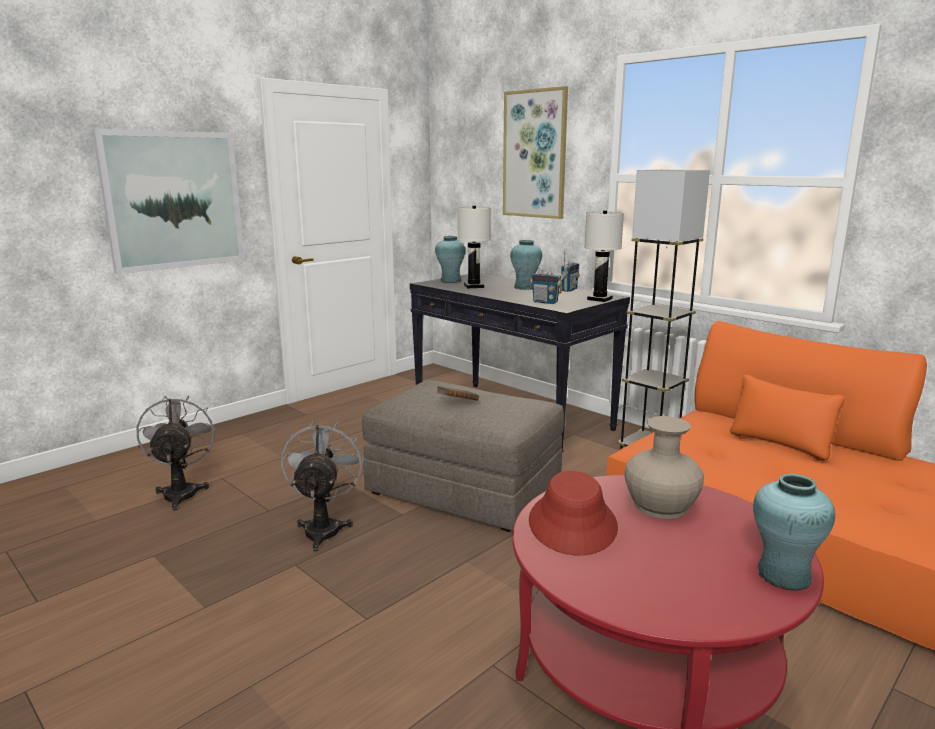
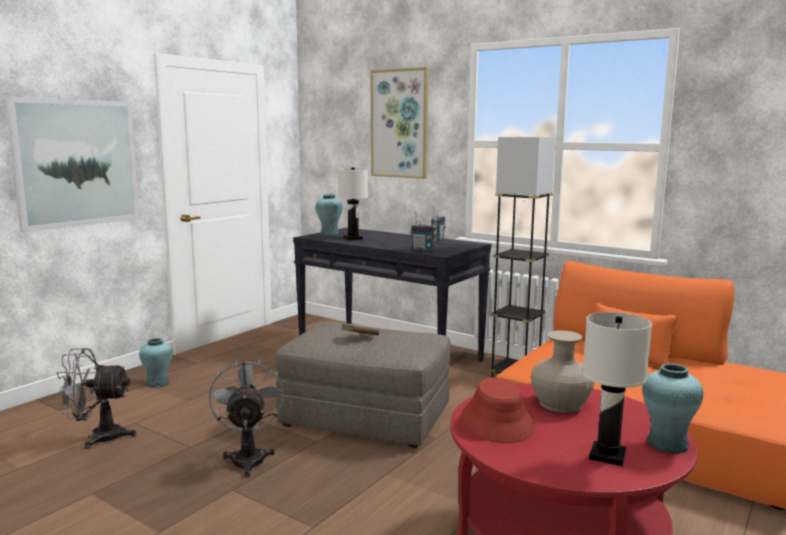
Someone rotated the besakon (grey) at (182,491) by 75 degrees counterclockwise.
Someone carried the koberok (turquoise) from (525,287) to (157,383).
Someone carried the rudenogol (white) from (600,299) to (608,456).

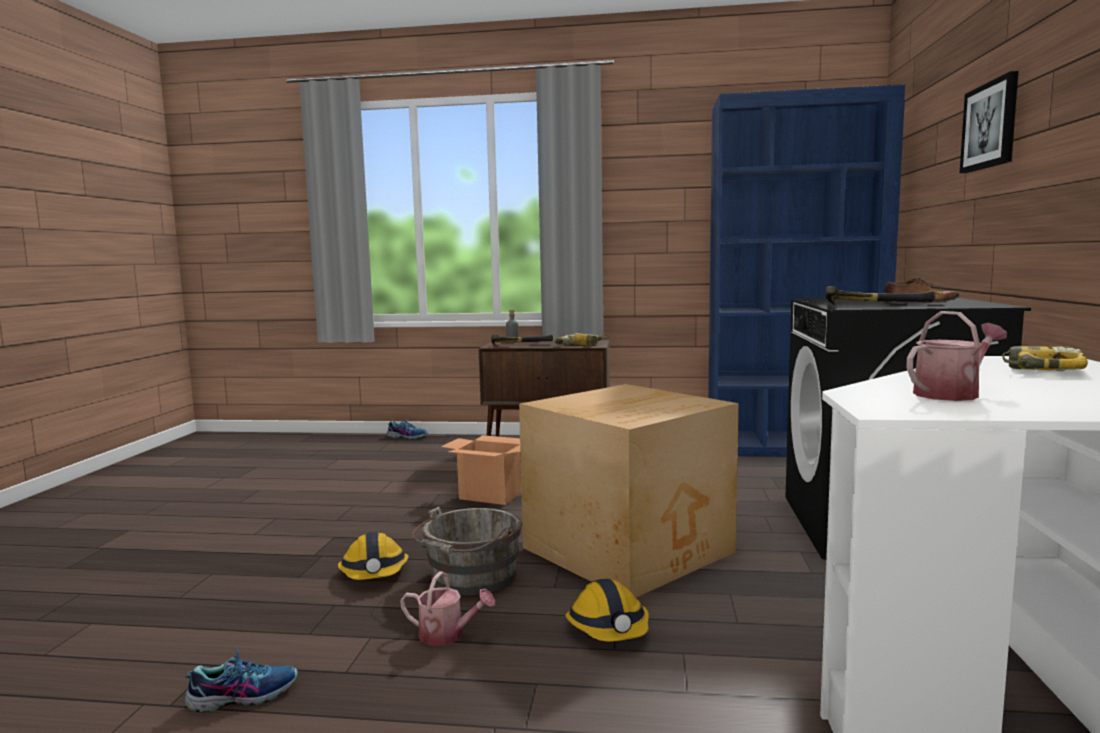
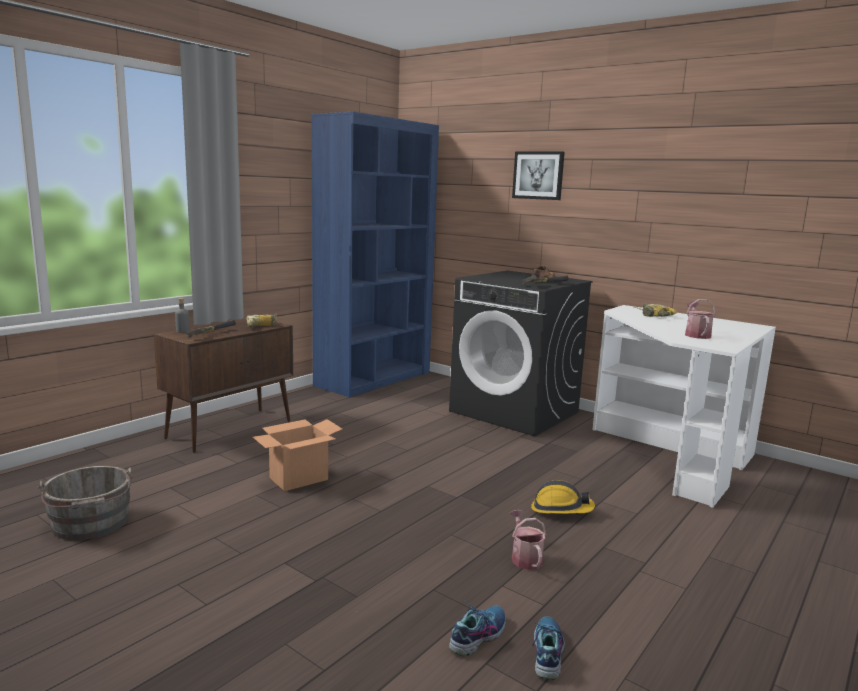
Someone carried the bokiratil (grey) from (470,578) to (91,524).
Someone carried the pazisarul from (407,436) to (477,635).
Someone rotated the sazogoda at (447,635) by 60 degrees counterclockwise.
Someone took away the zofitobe at (374,573).
Someone took away the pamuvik at (631,550).

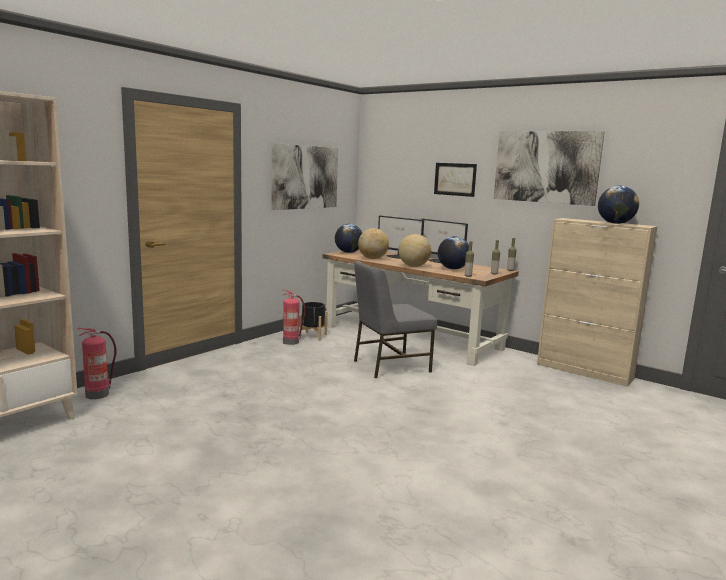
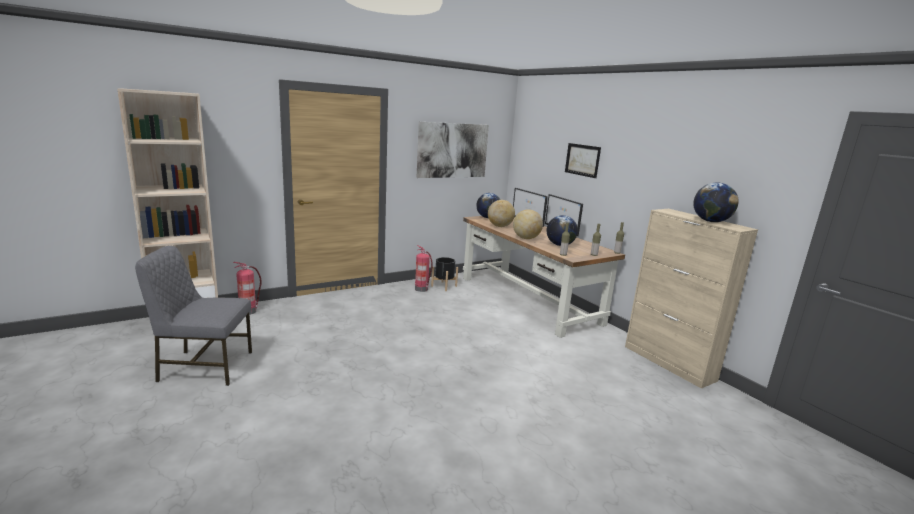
Someone carried the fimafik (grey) from (390,366) to (204,366).
Someone took away the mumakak at (545,167).

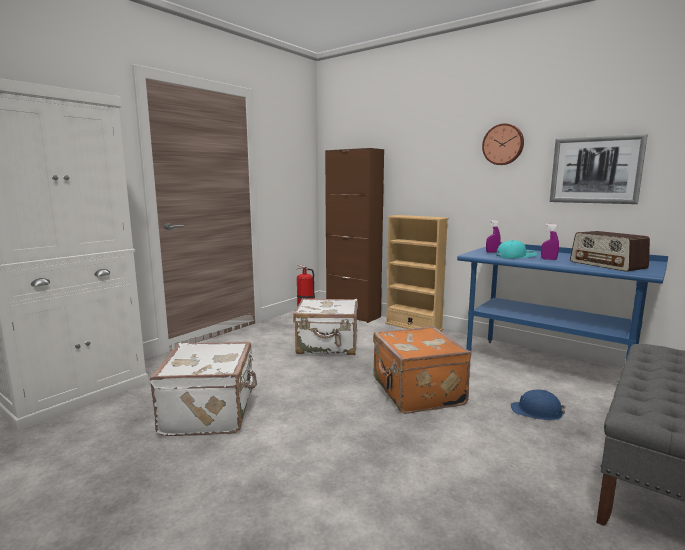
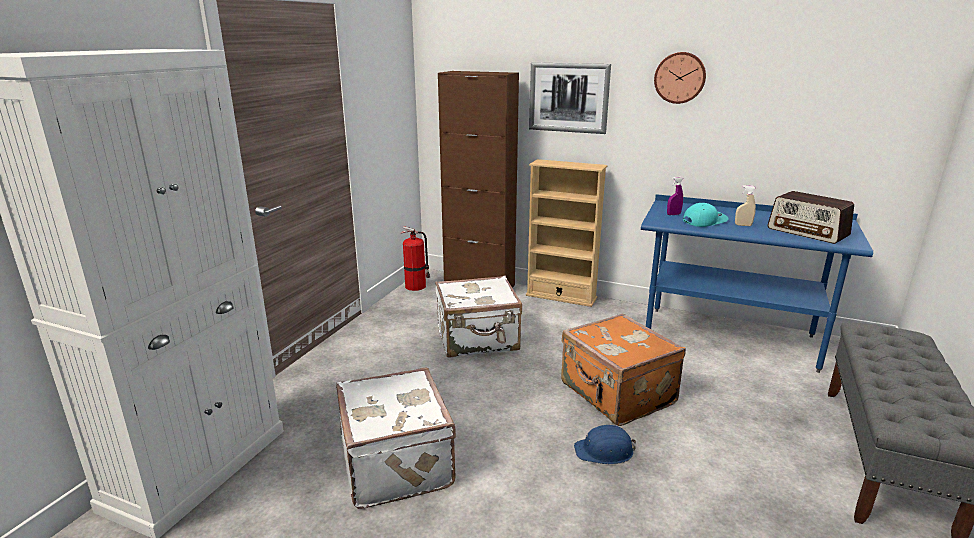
Someone carried the mumakak from (595,170) to (568,97).
Someone carried the zofitobe (blue) from (537,411) to (605,451).
Someone repainted the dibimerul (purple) at (548,259), which became the dibimerul (beige) at (743,225).

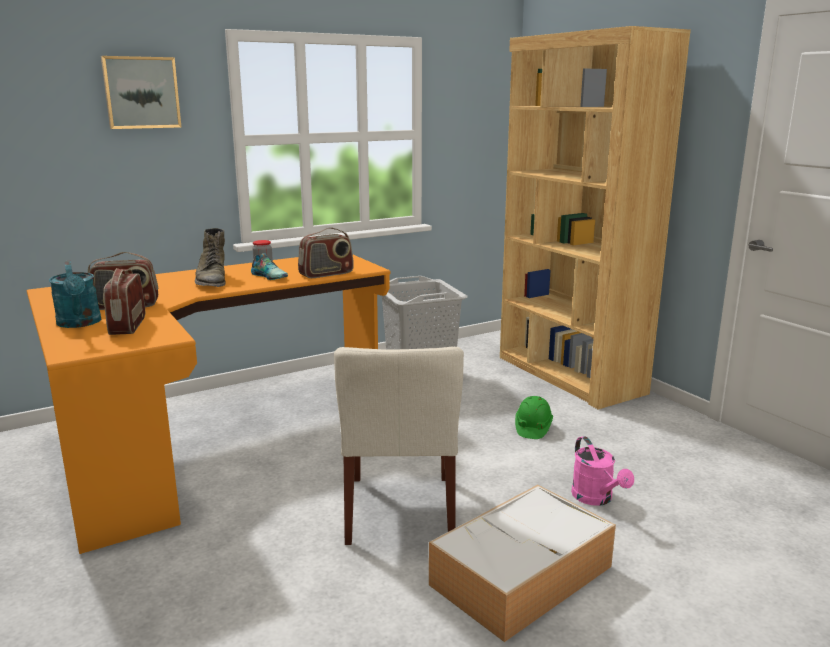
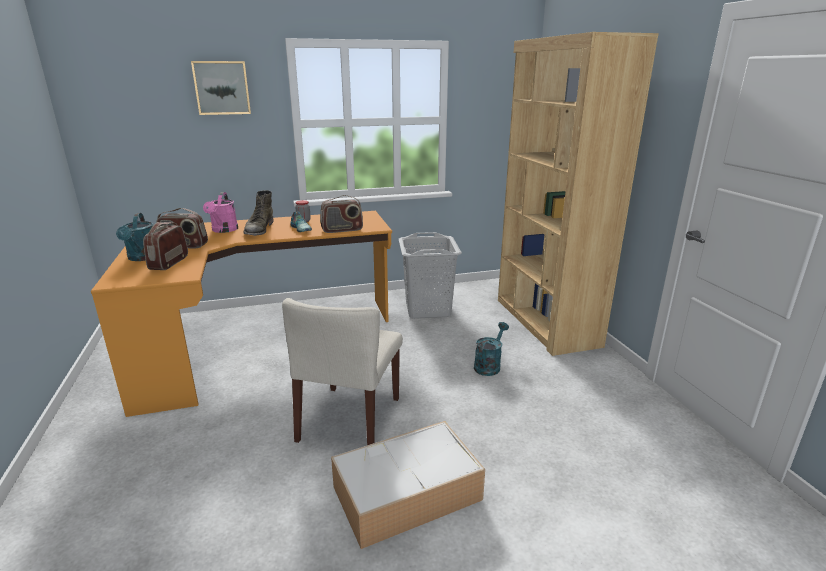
Someone carried the sazogoda (pink) from (596,499) to (223,230).
Someone swapped the zofitobe (green) at (532,428) for the sazogoda (turquoise) at (489,365).

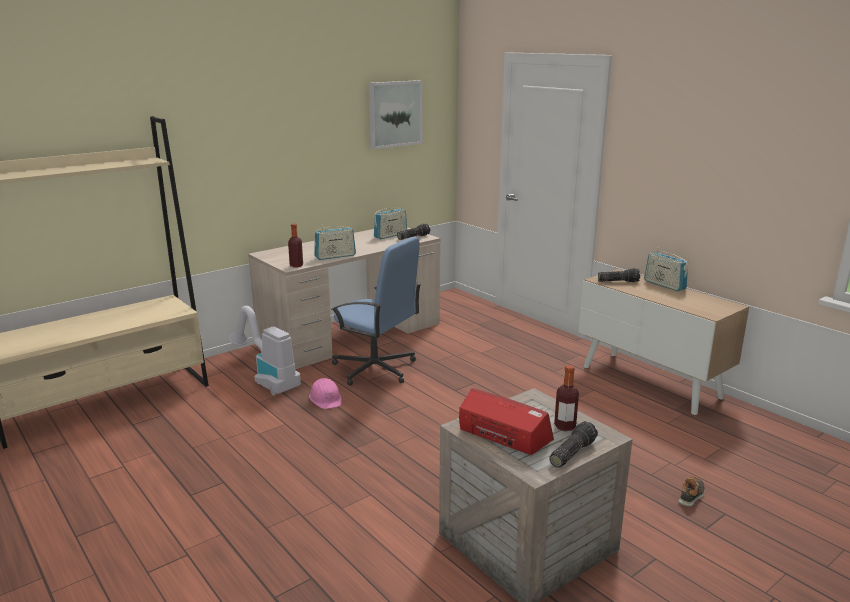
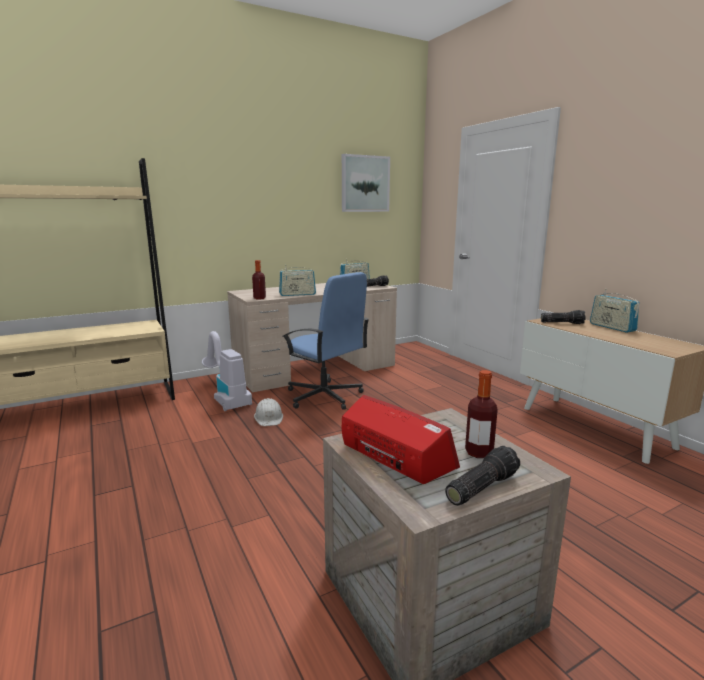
Someone repainted the zofitobe (pink) at (326,399), which became the zofitobe (white) at (269,417).
Someone took away the pazisarul at (691,496).

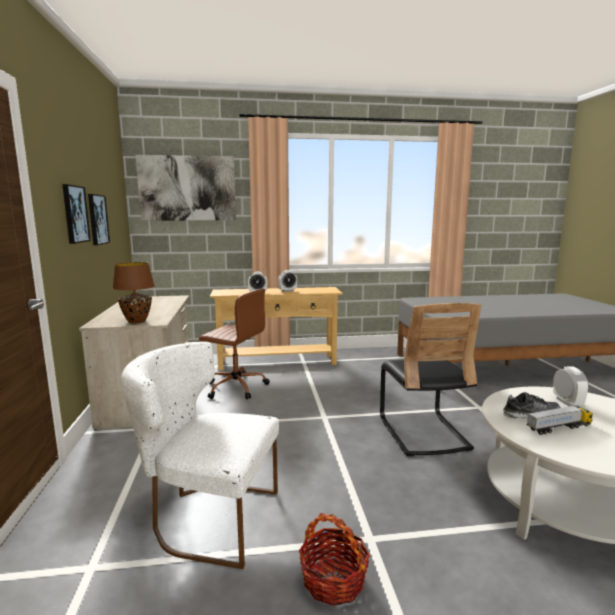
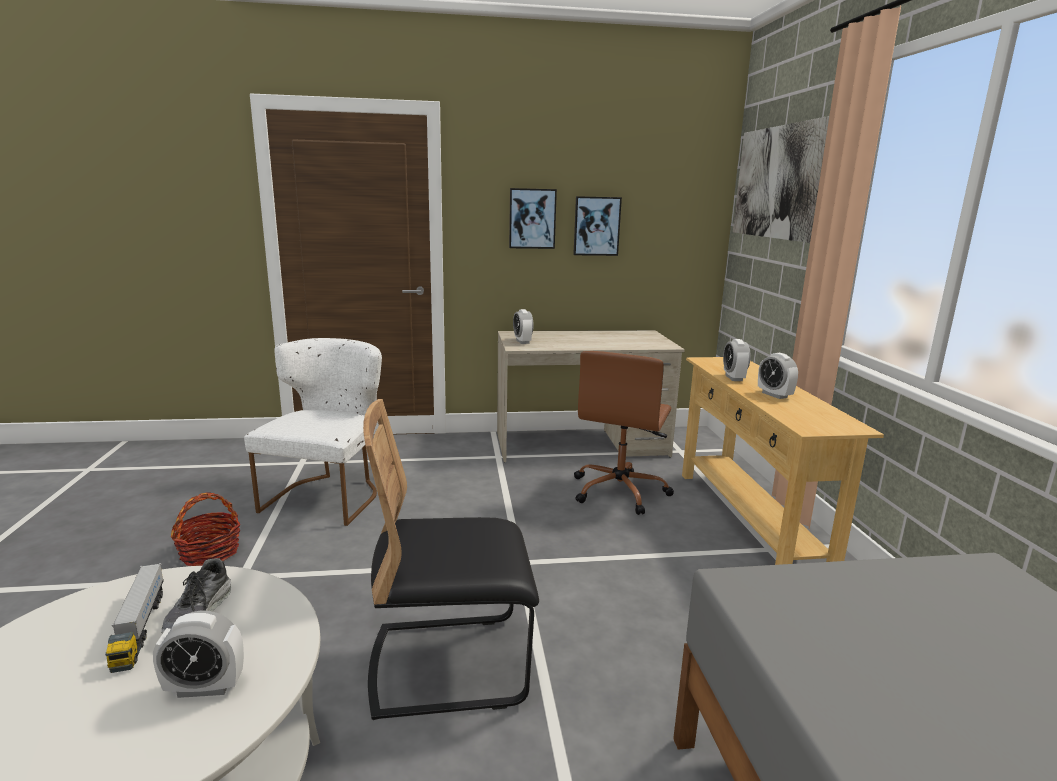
Someone swapped the rudenogol (brown) at (137,321) for the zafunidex at (522,342).

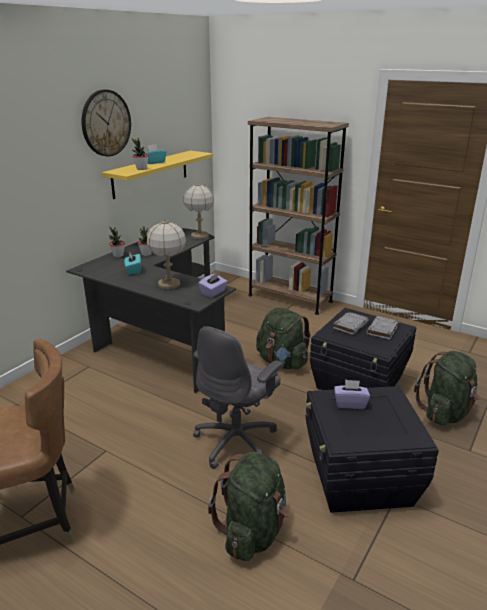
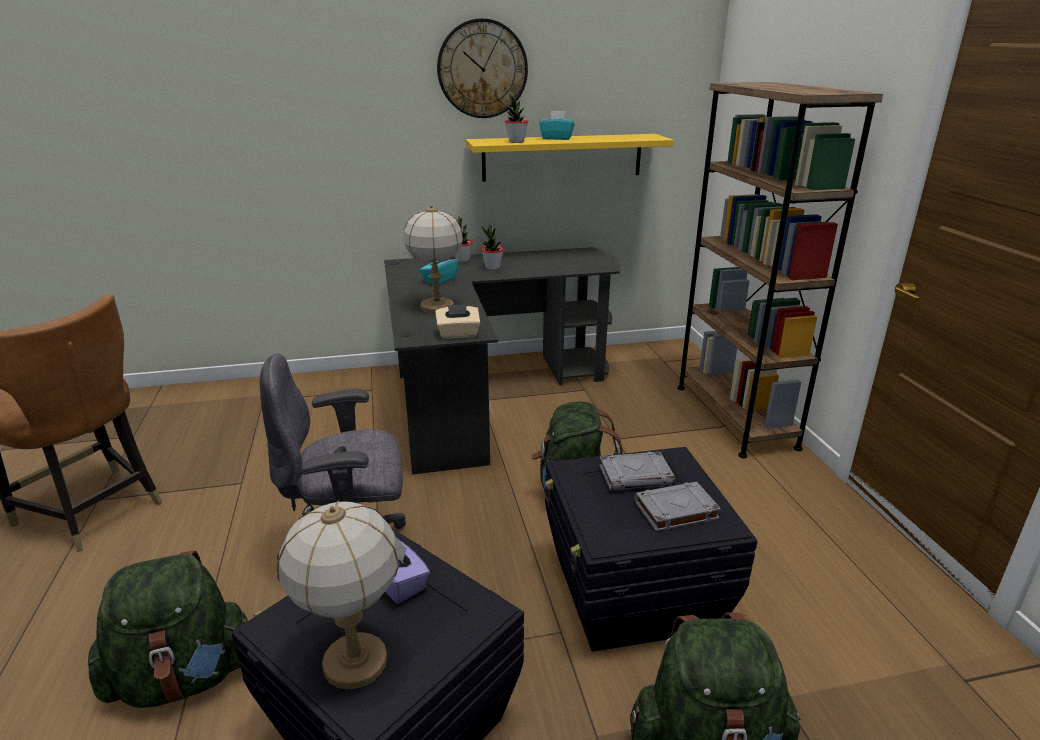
Someone carried the rudenogol from (200,236) to (356,662).
Someone repainted the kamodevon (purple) at (213,293), which became the kamodevon (beige) at (458,334).

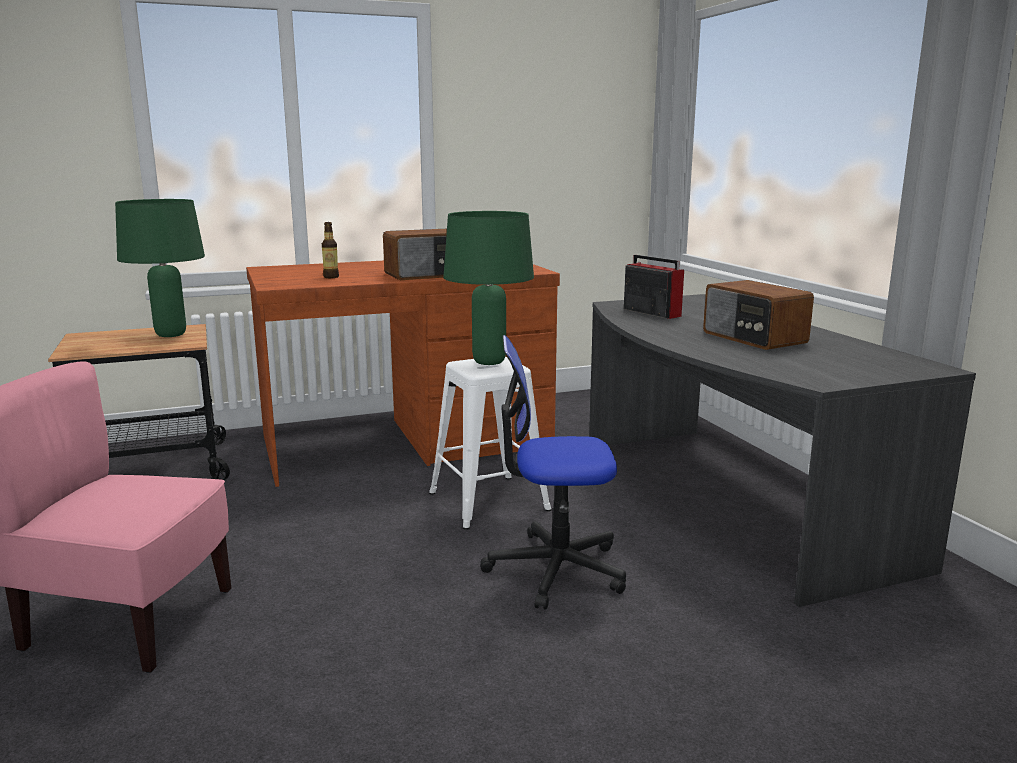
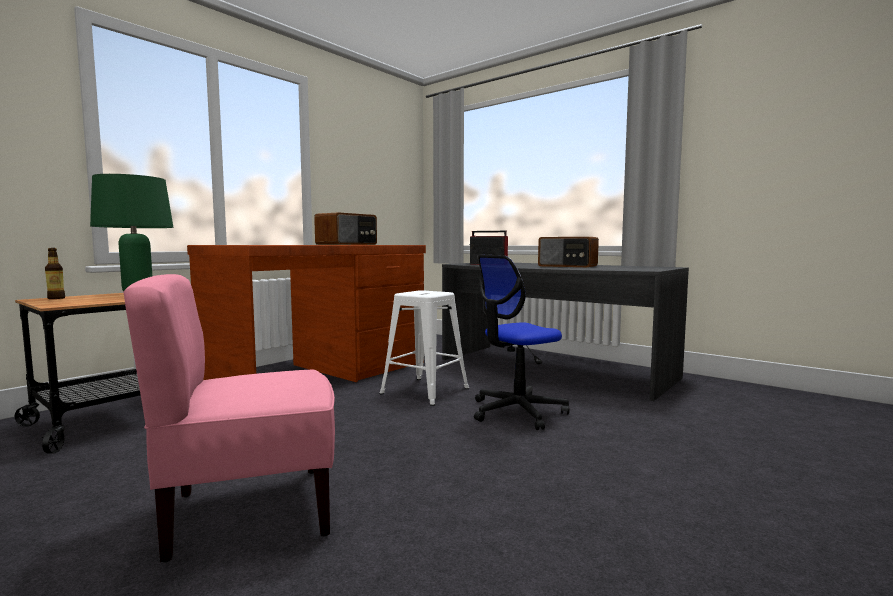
Someone carried the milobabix from (331,277) to (56,298).
Someone took away the rudenogol (green) at (489,362).

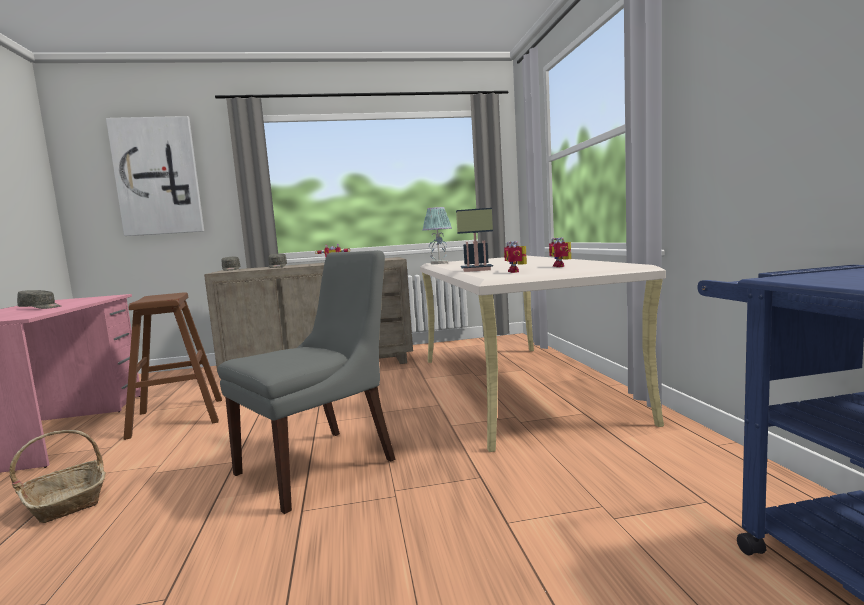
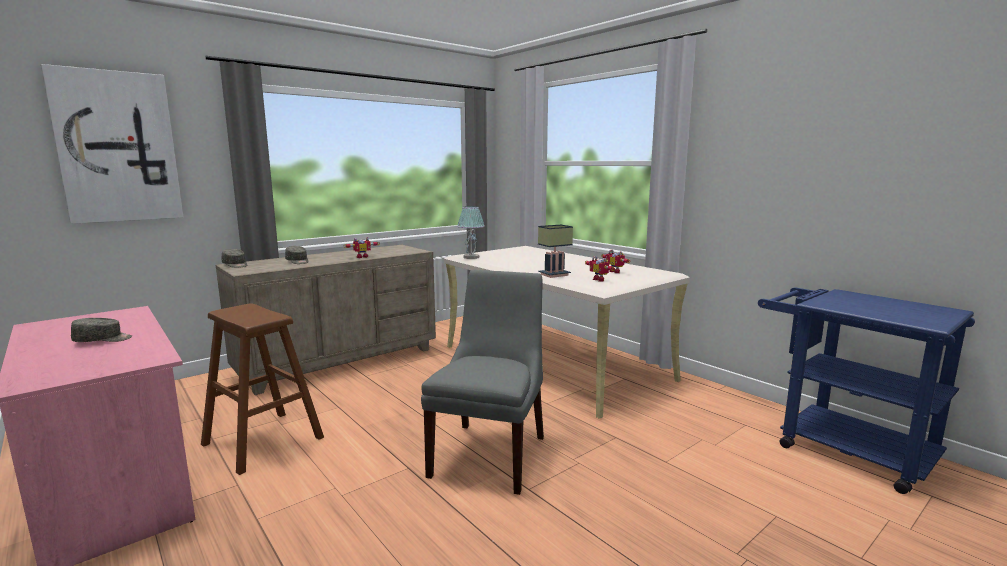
Someone took away the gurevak at (67,501).

